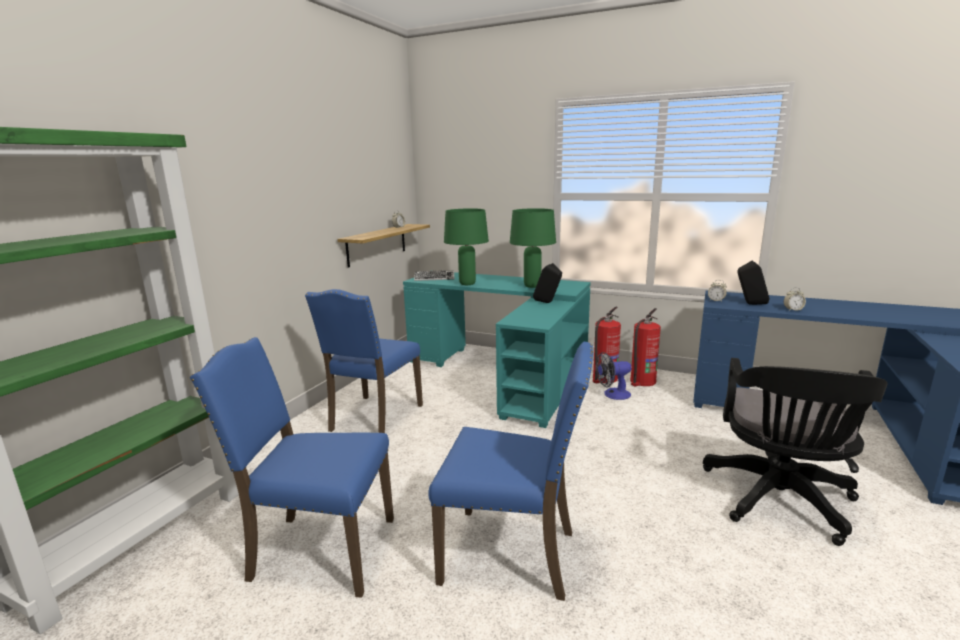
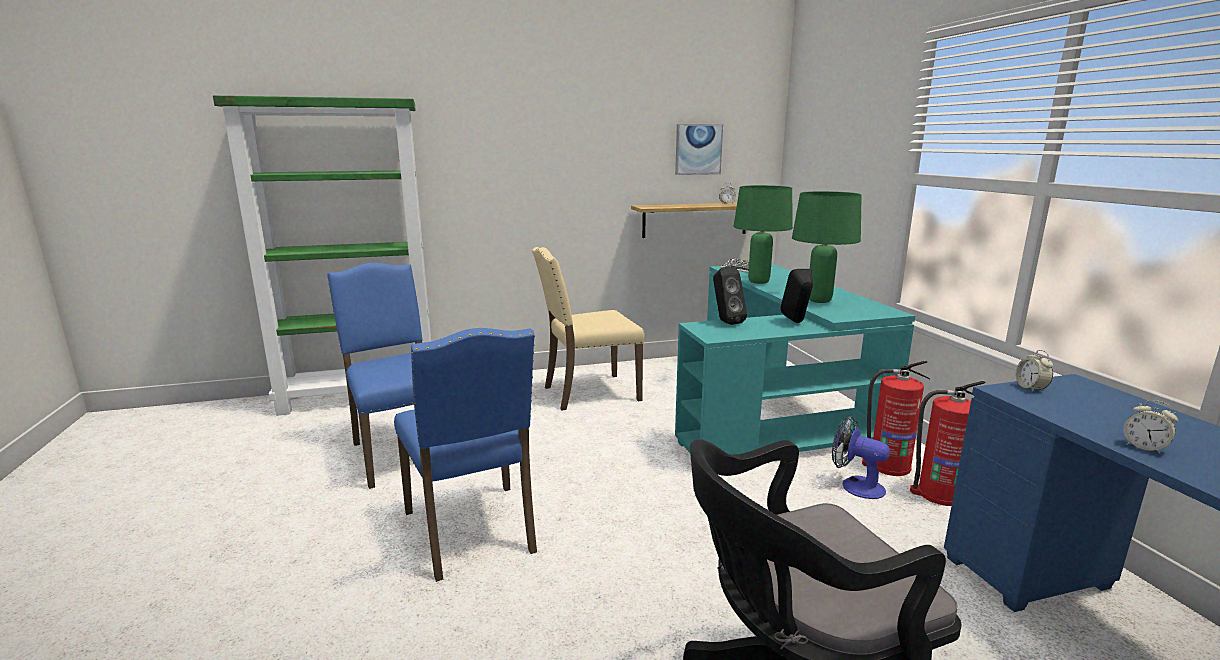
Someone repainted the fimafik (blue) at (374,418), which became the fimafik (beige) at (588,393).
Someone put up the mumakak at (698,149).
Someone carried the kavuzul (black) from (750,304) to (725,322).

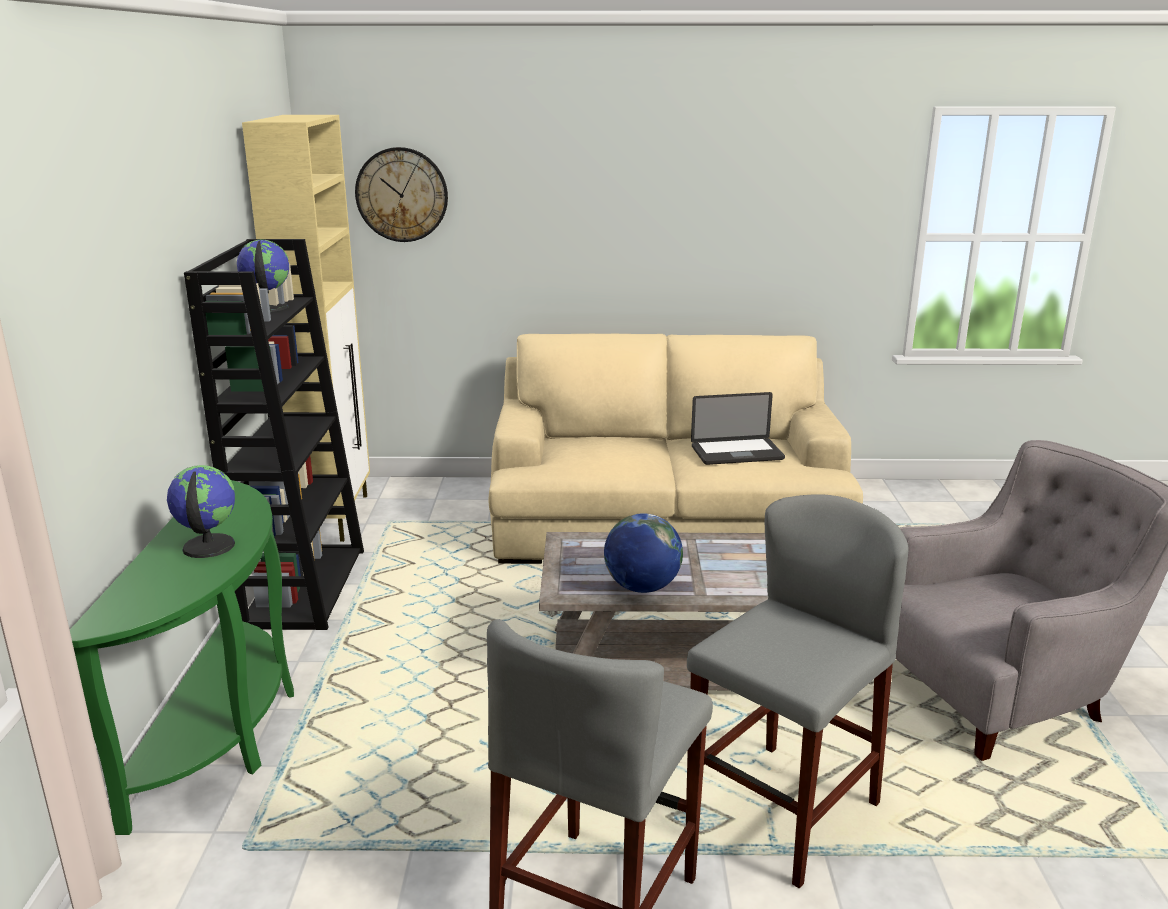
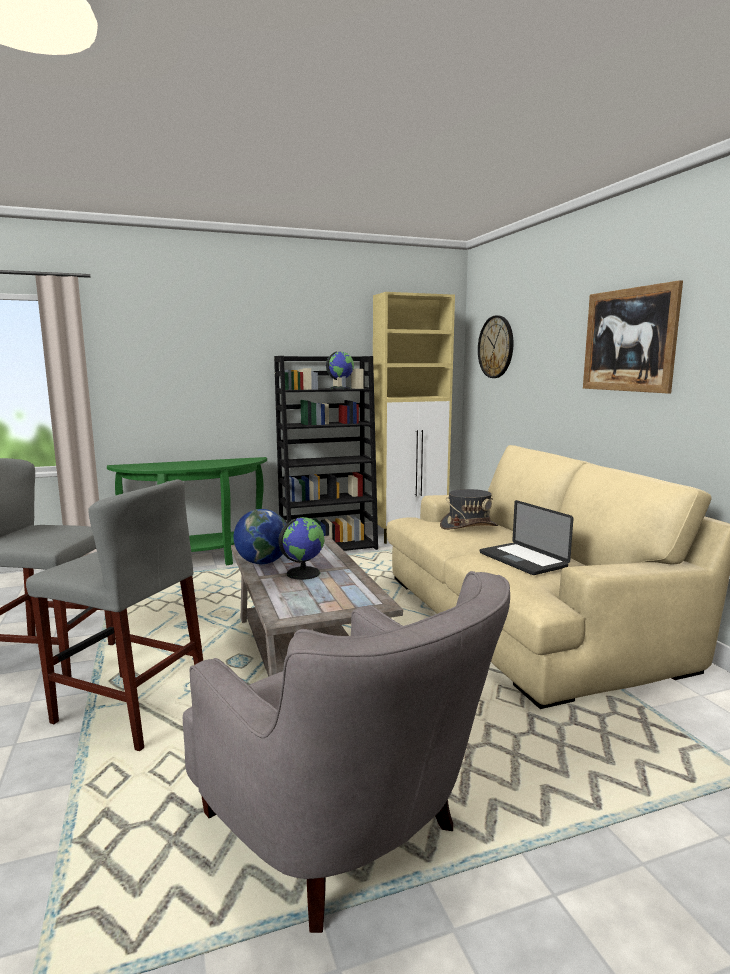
Someone carried the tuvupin from (207,546) to (303,573).
Someone put down the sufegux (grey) at (468,526).
Someone put up the mumakak at (629,340).

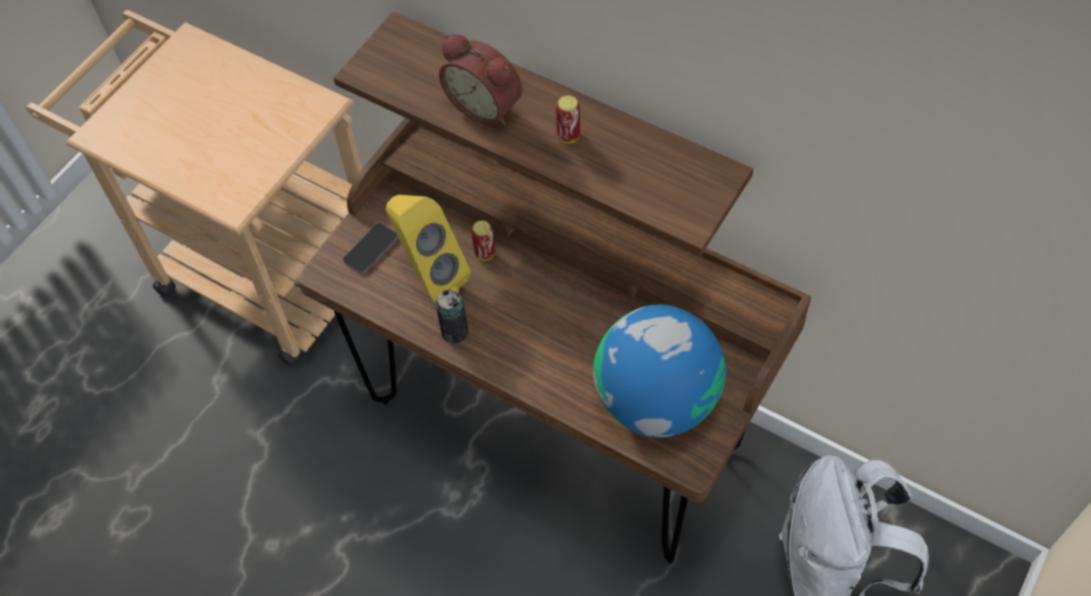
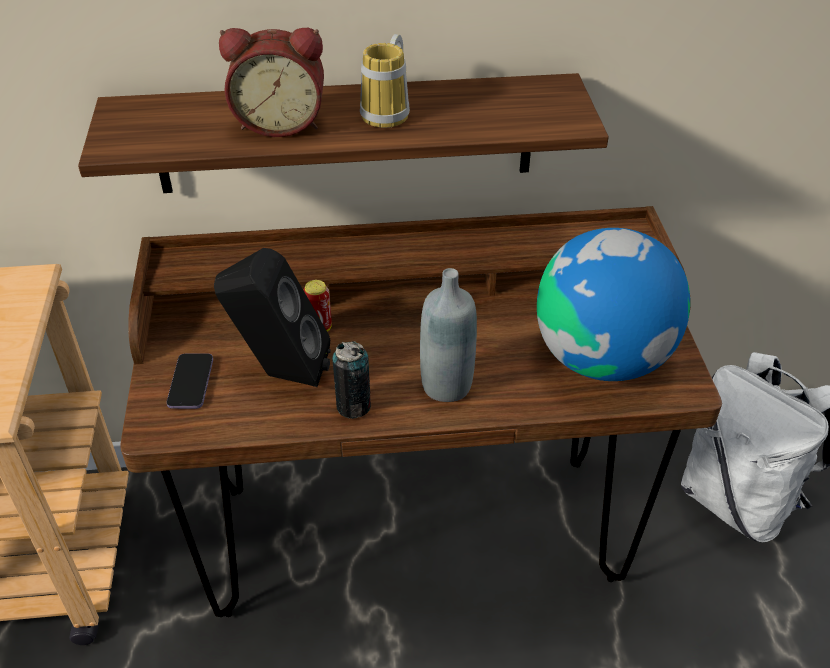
Someone repainted the kavuzul (yellow) at (430,276), which became the kavuzul (black) at (280,374).
Someone swapped the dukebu at (568,136) for the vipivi at (390,113).
Someone put down the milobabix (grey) at (446,385).

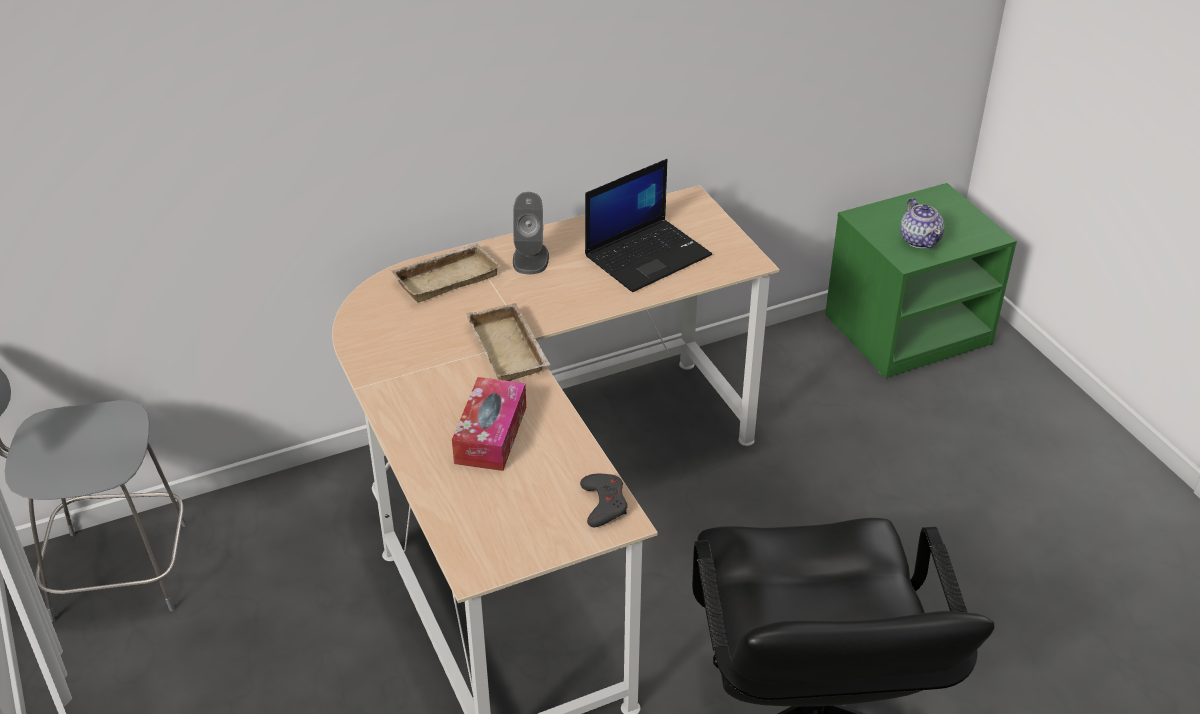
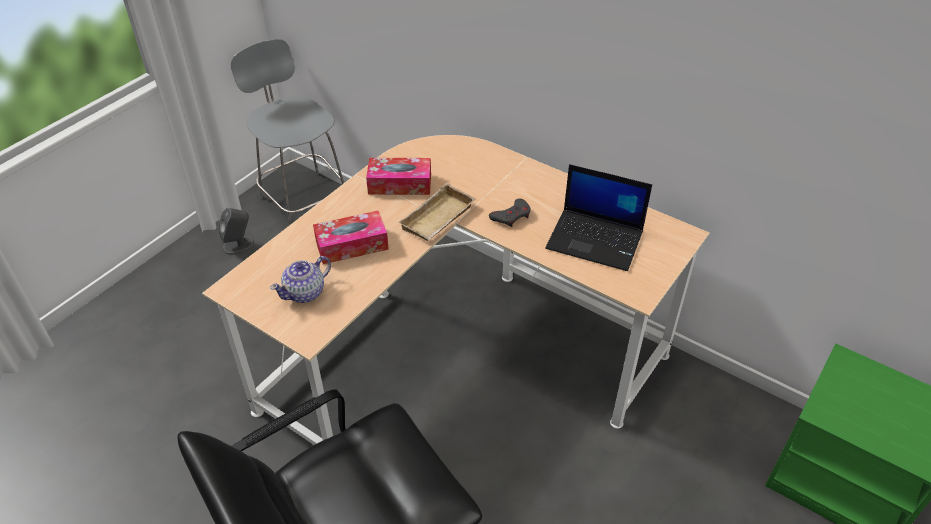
Someone carried the kavuzul (grey) from (530,258) to (239,245).
Someone carried the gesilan from (920,240) to (305,292).
Someone put down the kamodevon at (400,184).
Someone carried the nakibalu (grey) from (604,503) to (511,216).
Someone took away the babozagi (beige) at (446,277).

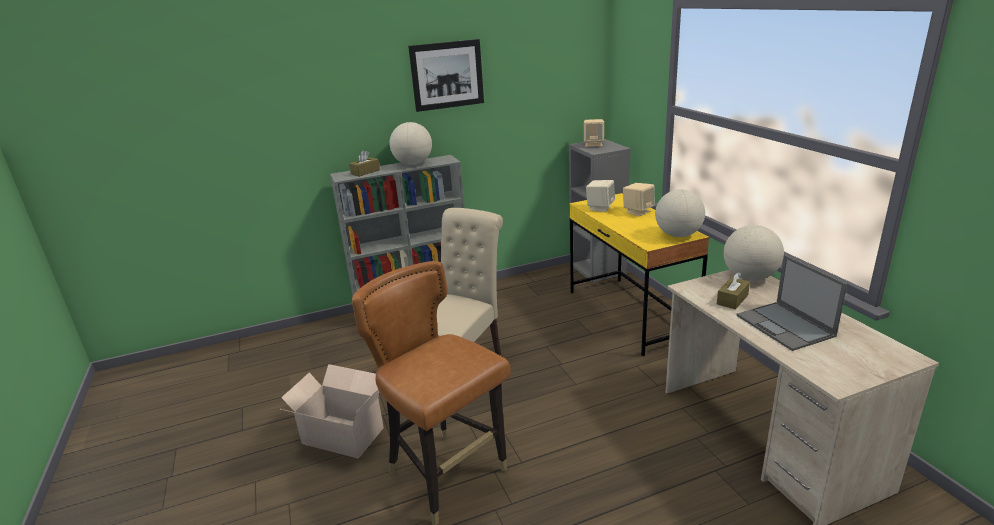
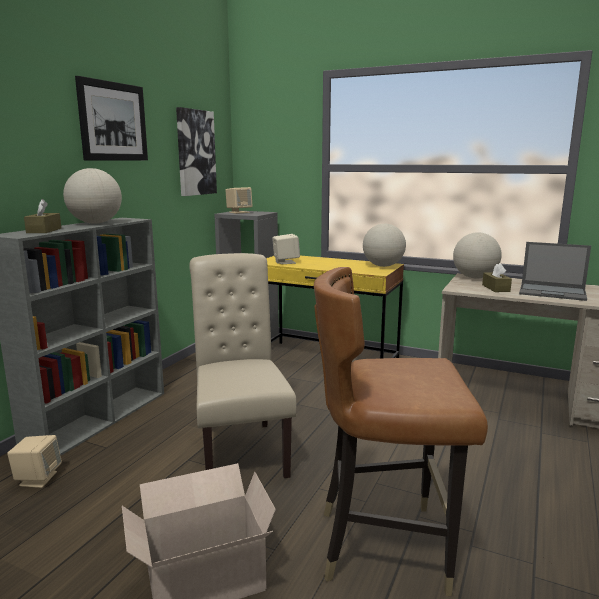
Someone carried the kavuzul (beige) from (638,212) to (38,478).
Someone put up the mumakak at (195,152).

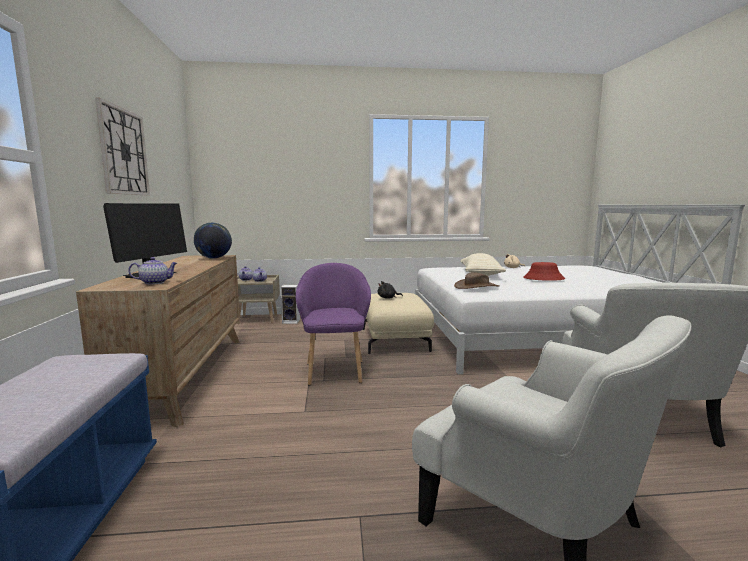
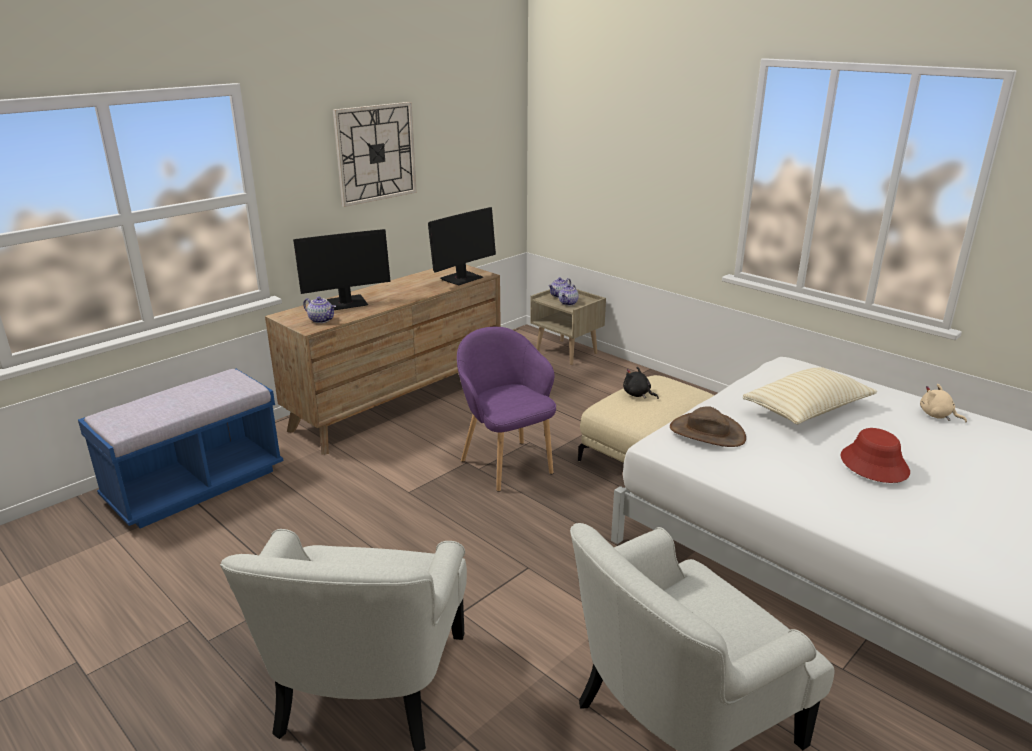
Someone swapped the tuvupin at (214,258) for the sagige at (462,279).
Someone rotated the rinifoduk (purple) at (335,371) by 75 degrees counterclockwise.
Someone took away the kavuzul at (292,321).

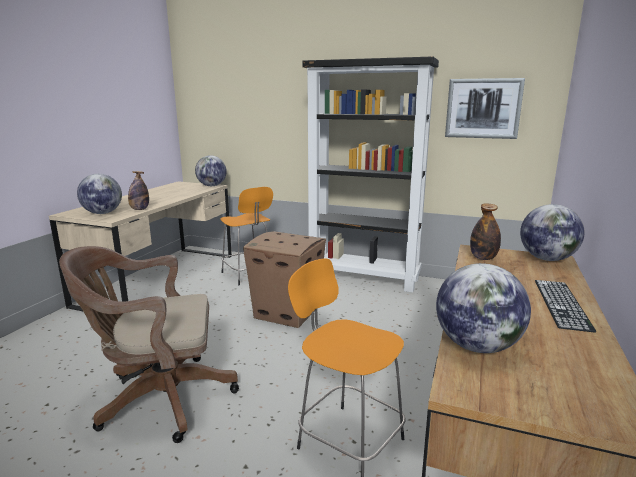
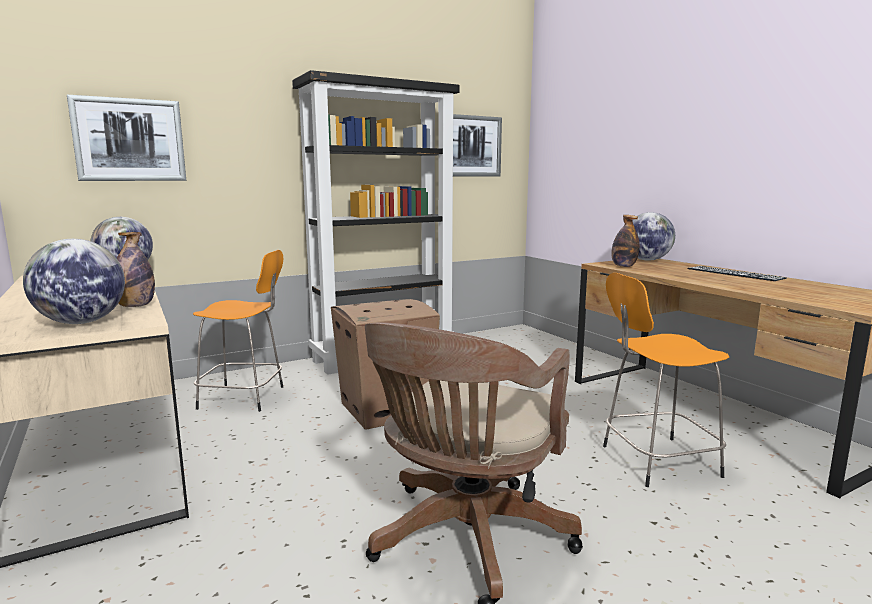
Someone put up the mumakak at (129,140).
Someone took away the tuvupin at (476,346).

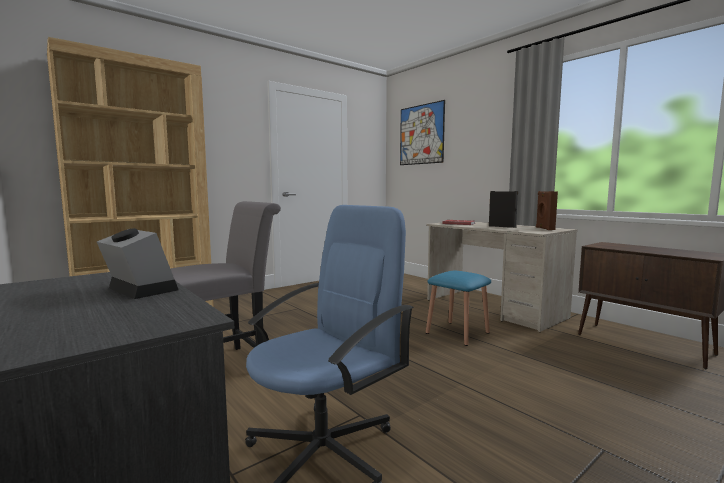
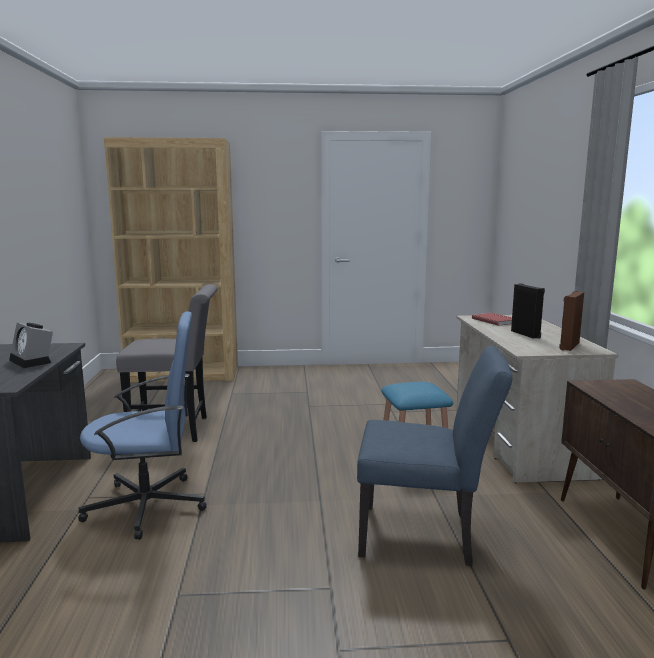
Someone rotated the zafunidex at (138,289) by 150 degrees clockwise.
Someone put down the fimafik (blue) at (426,536).
Someone took away the mumakak at (421,134).

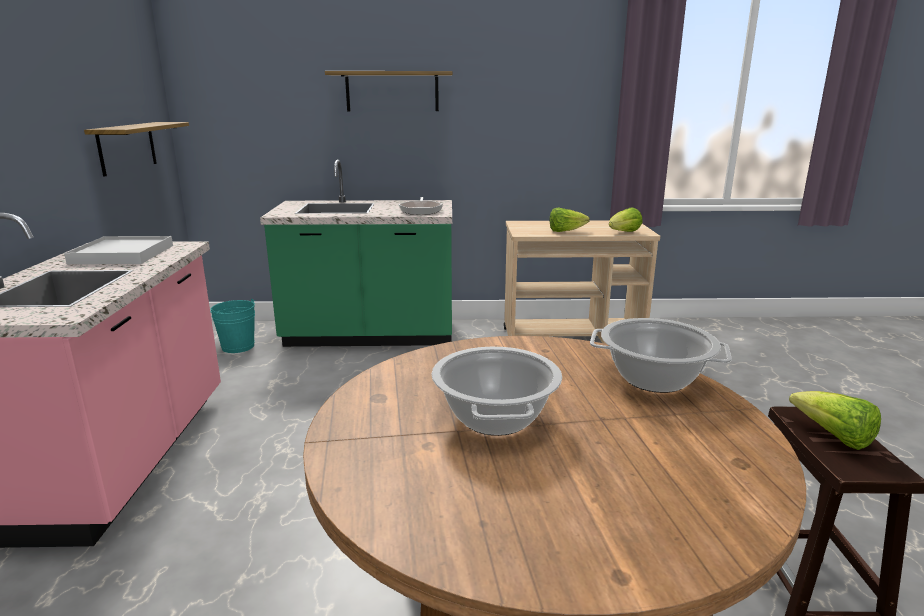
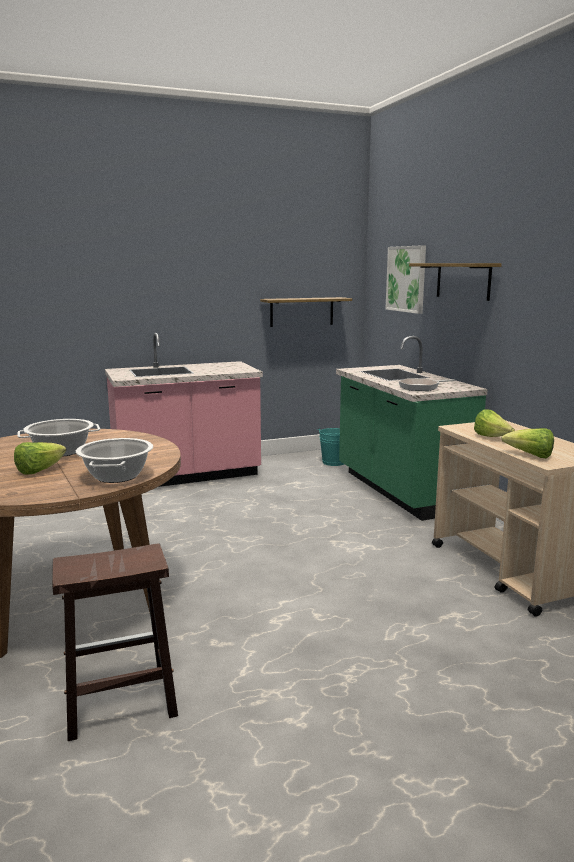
Someone carried the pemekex from (833,437) to (39,471).
Someone put up the mumakak at (406,279).
Someone took away the babozagi (white) at (122,254).

